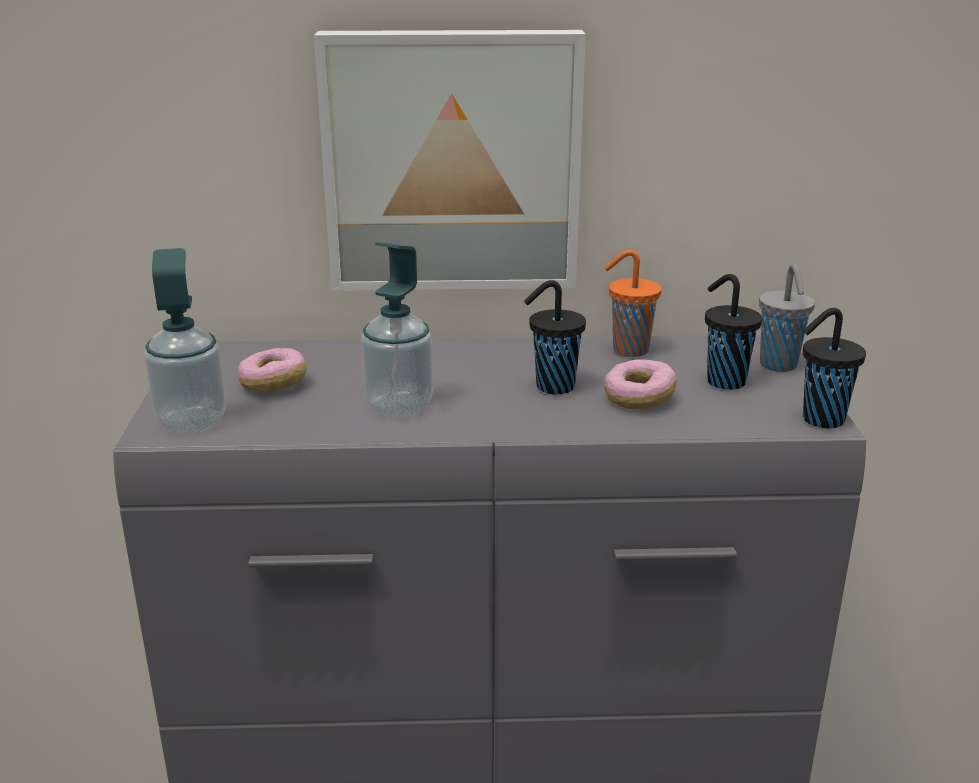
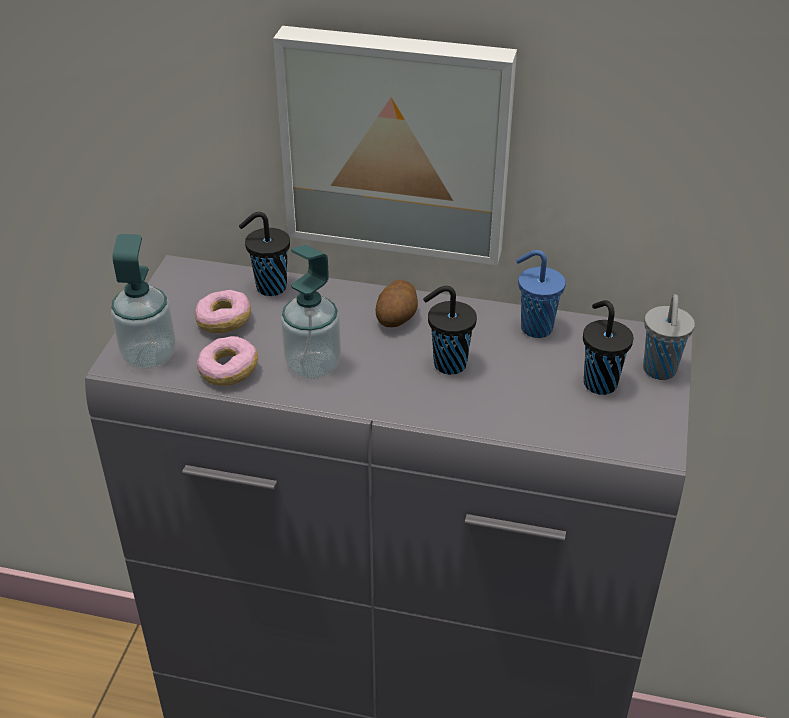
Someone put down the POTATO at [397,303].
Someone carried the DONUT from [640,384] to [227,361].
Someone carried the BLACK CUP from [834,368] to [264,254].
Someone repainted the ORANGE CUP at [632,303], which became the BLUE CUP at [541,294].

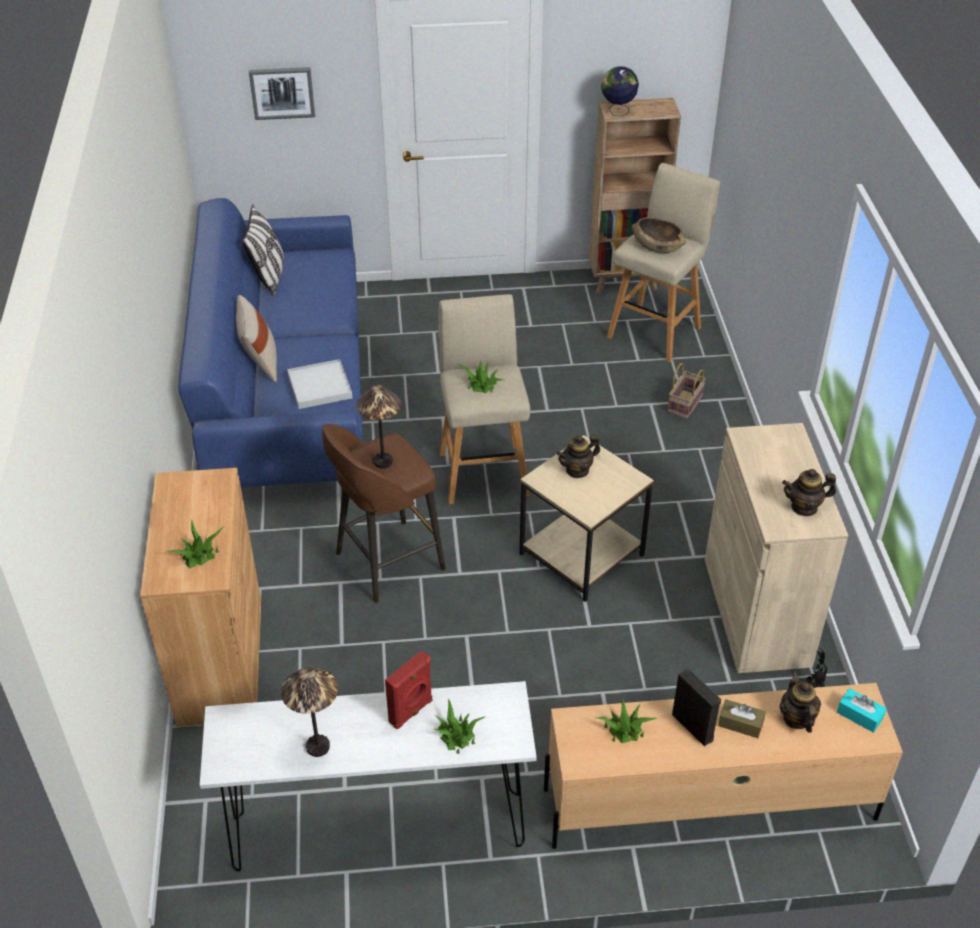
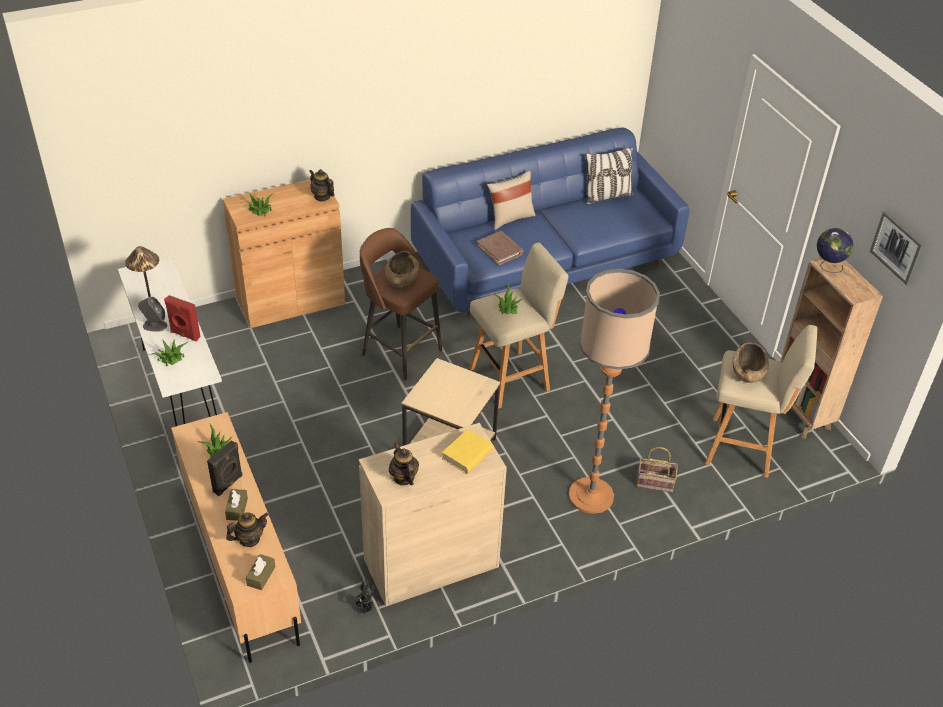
Someone put down the GREY SPEAKER at [152,314].
Someone put down the YELLOW BOOK at [467,451].
Someone put down the FLOOR LAMP at [614,391].
Someone carried the PICTURE from [282,93] to [897,248].
Someone carried the TEAPOT from [578,456] to [322,185].
Someone swapped the WHITE TRAY at [319,384] for the BROWN BOOK at [500,248].
Someone swapped the TABLE LAMP at [379,426] for the BROWN BOWL at [402,269].
Someone repainted the TURQUOISE TISSUE BOX at [862,710], which became the BROWN TISSUE BOX at [260,572].

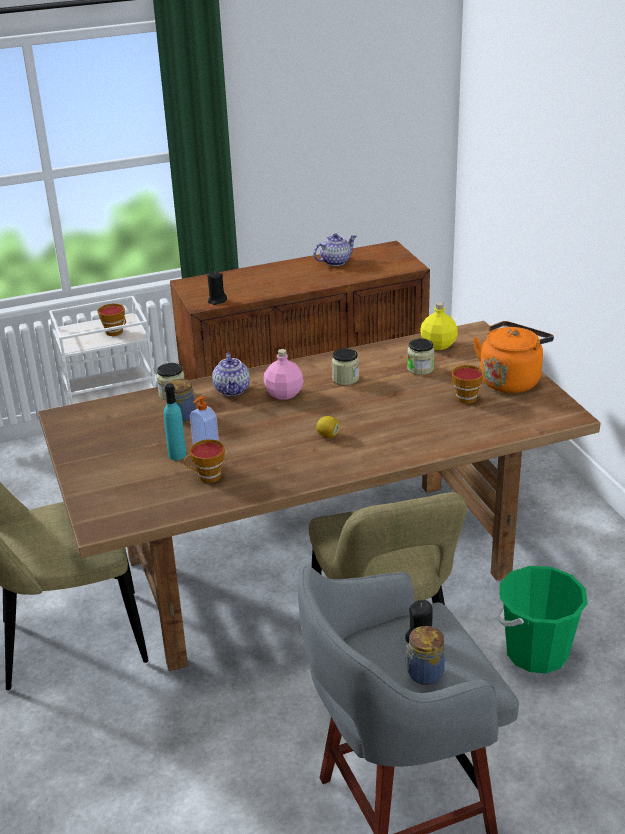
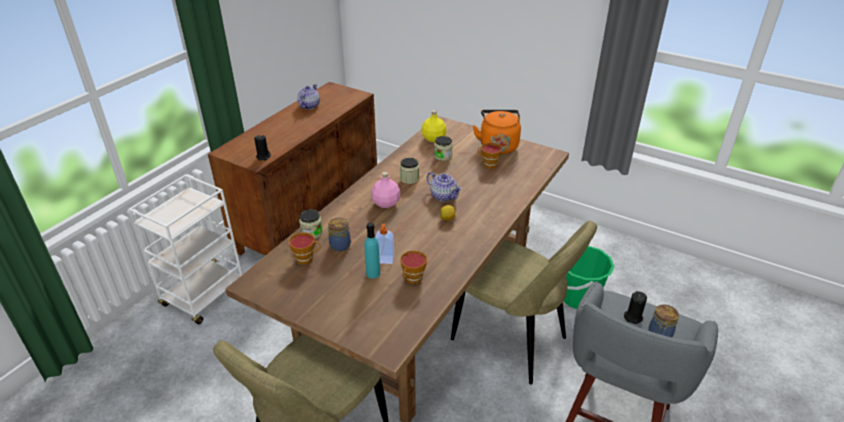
Someone carried the CUP from [111,319] to [304,248].
Someone carried the TEAPOT from [231,374] to [444,187].

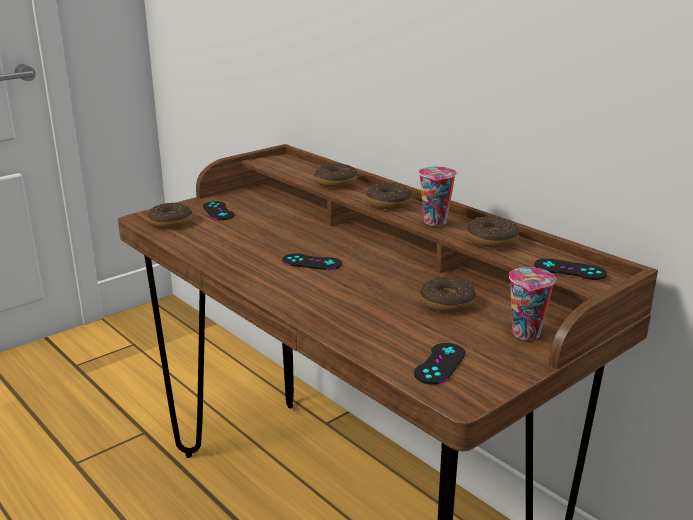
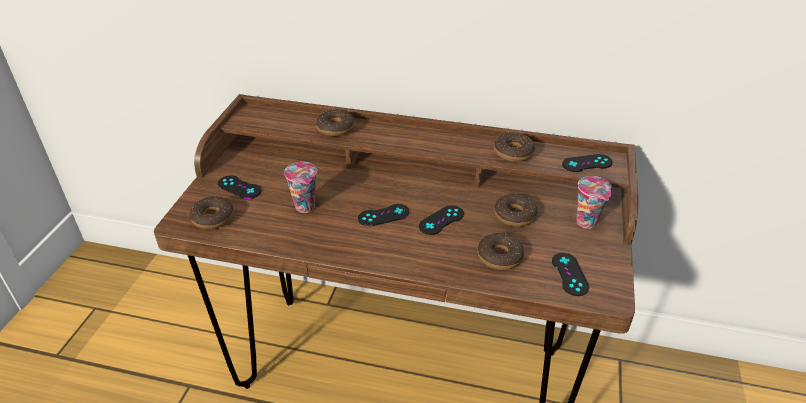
Someone put down the BLACK GAME CONTROLLER at [441,220].
Someone carried the DONUT from [389,196] to [501,251].
Someone carried the CUP from [438,196] to [300,187].

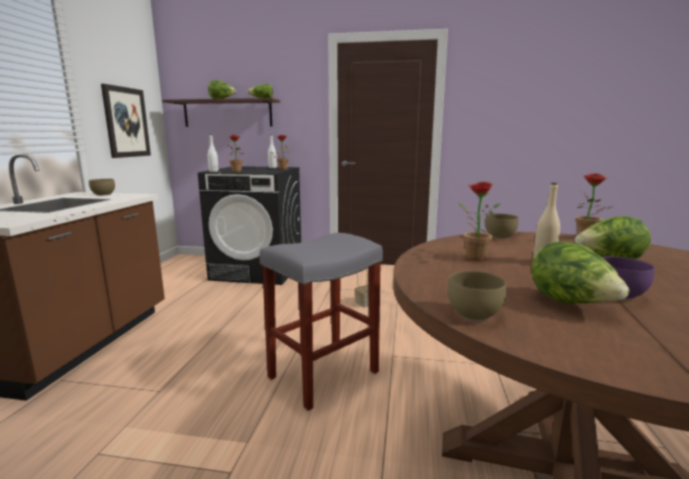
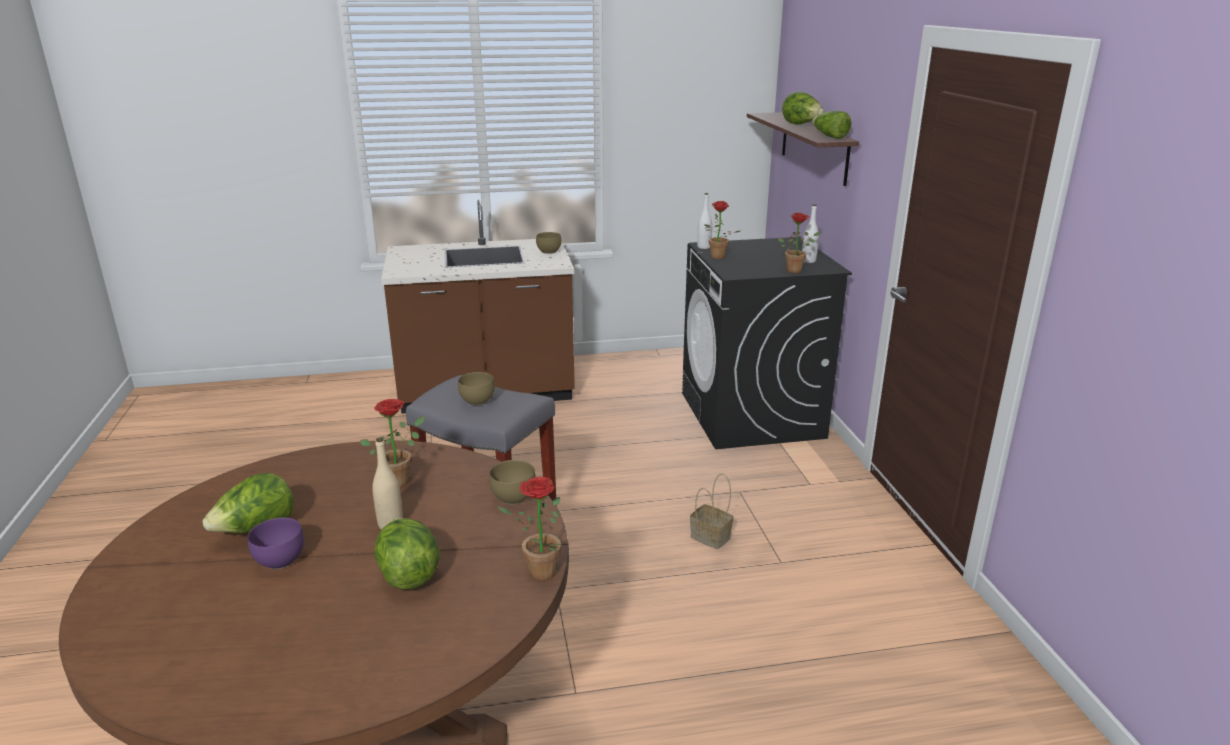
Someone took away the PICTURE at [126,121].
Someone carried the BROWN BOWL from [476,296] to [476,388].

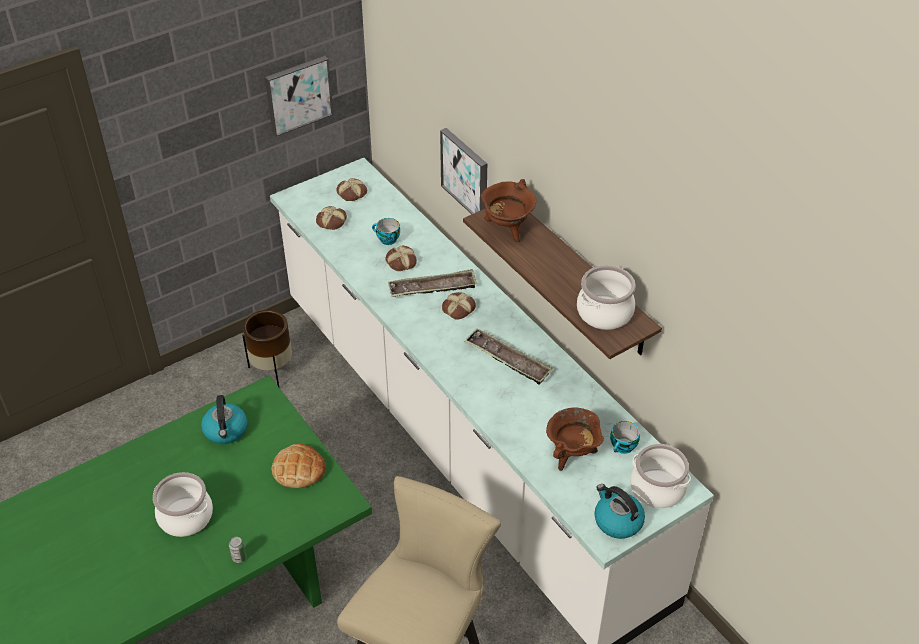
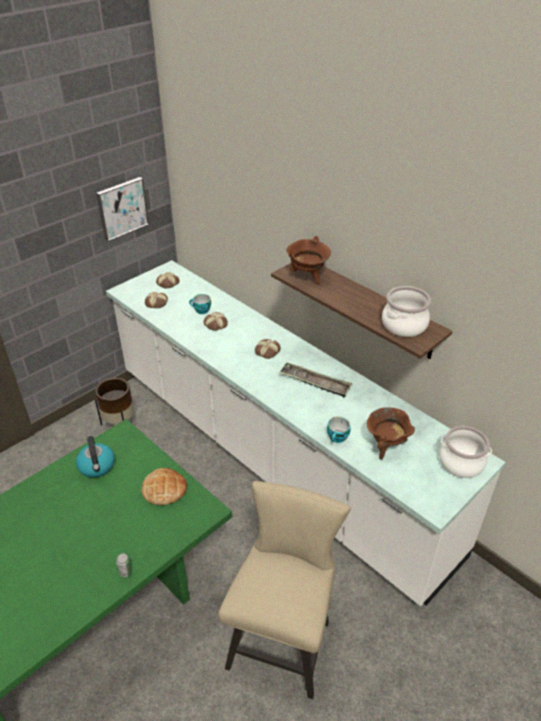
Someone took away the COOKING POT at [183,504].
Someone took away the TRAY at [433,283].
Someone took away the PICTURE at [463,171].
Someone took away the KETTLE at [620,511].
Someone carried the CUP from [625,437] to [338,430].

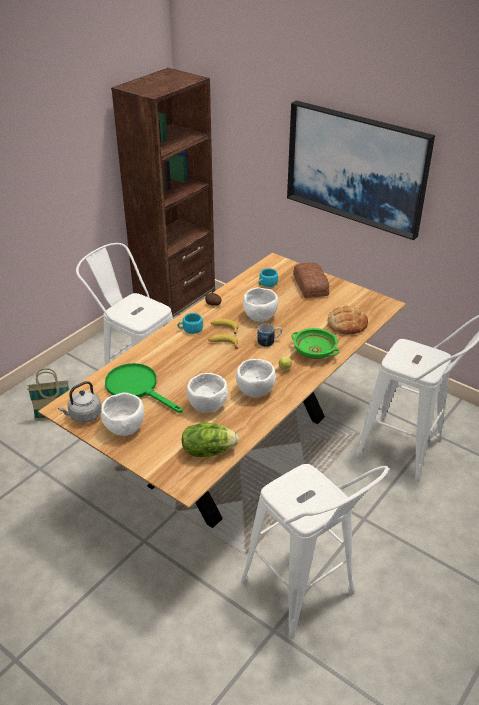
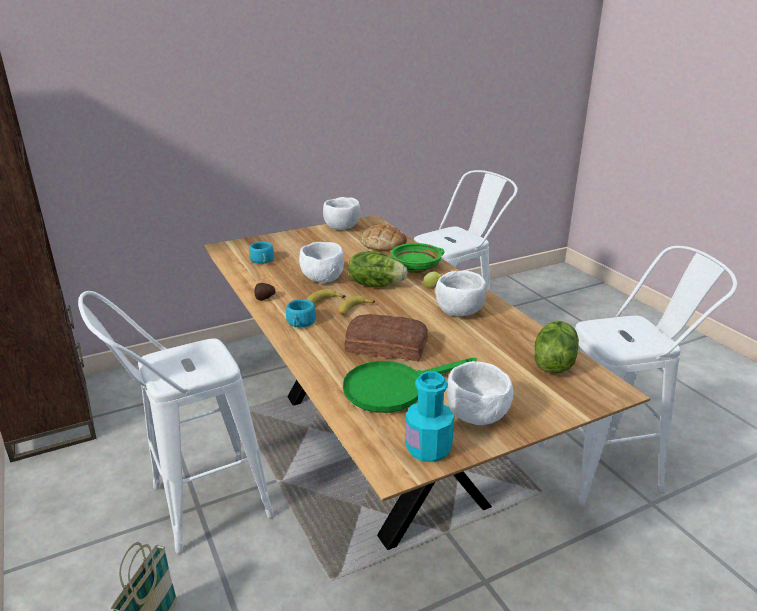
Someone took away the PICTURE at [361,170].
Someone carried the WHITE BOWL from [207,393] to [341,213].
Someone carried the BREAD from [311,280] to [386,337].
Someone swapped the GREY KETTLE at [79,402] for the TURQUOISE BOTTLE at [429,416].
Someone swapped the MUG at [269,335] for the LETTUCE at [378,269].

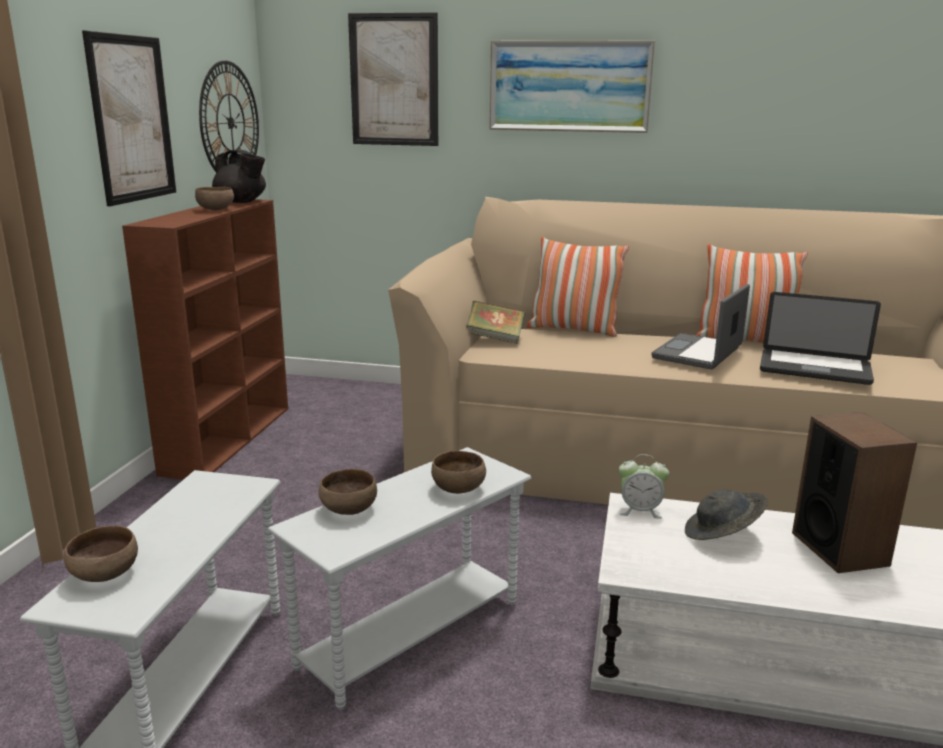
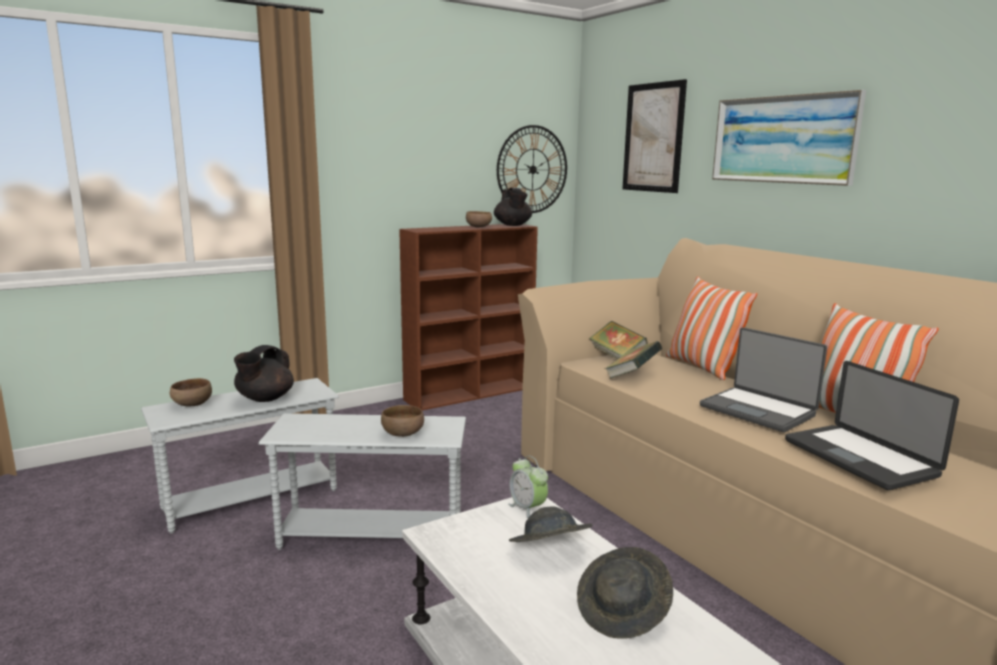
Someone took away the PICTURE at [129,118].
Someone took away the BROWN BOWL at [347,492].
Someone put down the BLACK TEAPOT at [264,373].
Someone put down the BOOK at [633,360].
Someone swapped the SPEAKER at [854,492] for the GREY HAT at [625,593].
Someone rotated the LAPTOP at [700,327] by 120 degrees counterclockwise.

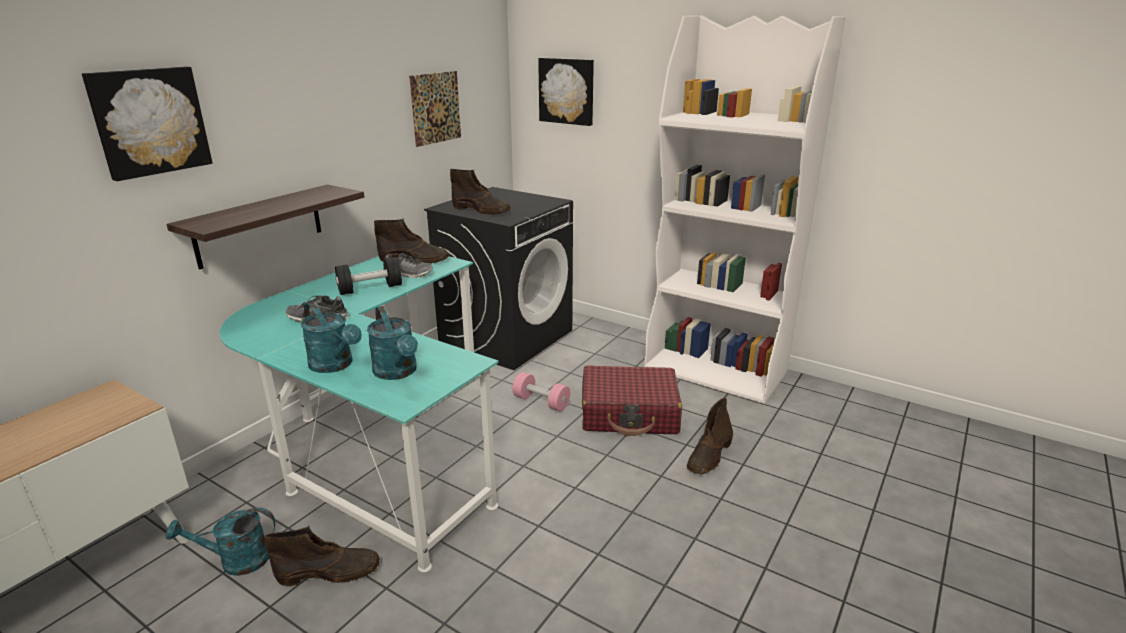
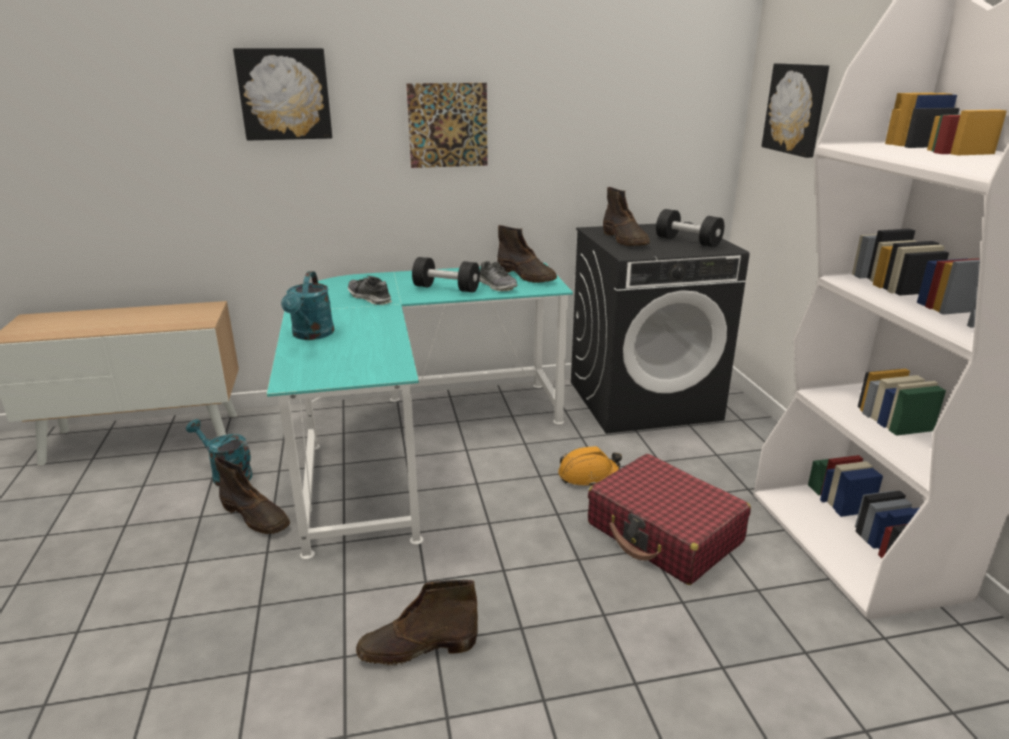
Someone took away the SHELF at [265,227].
Someone took away the TURQUOISE WATERING CAN at [392,343].
Someone put down the BLACK DUMBBELL at [690,228].
Someone carried the PICTURE from [435,109] to [447,125].
Someone carried the BROWN BOOT from [710,435] to [417,623].
Someone swapped the PINK DUMBBELL at [541,391] for the ORANGE HARD HAT at [590,466].

